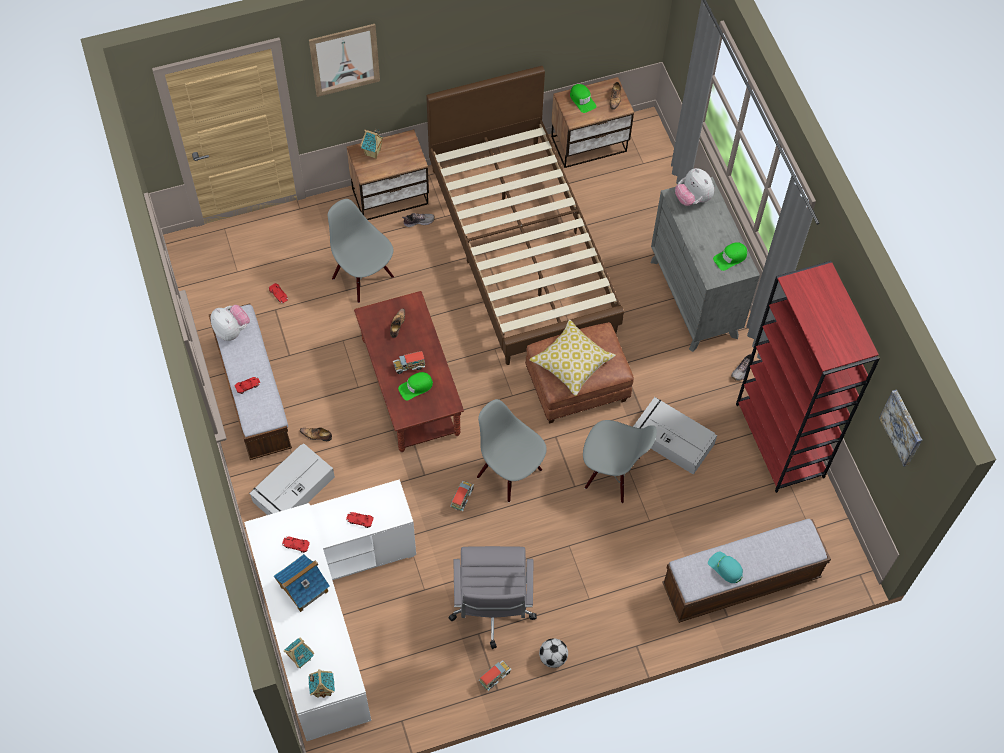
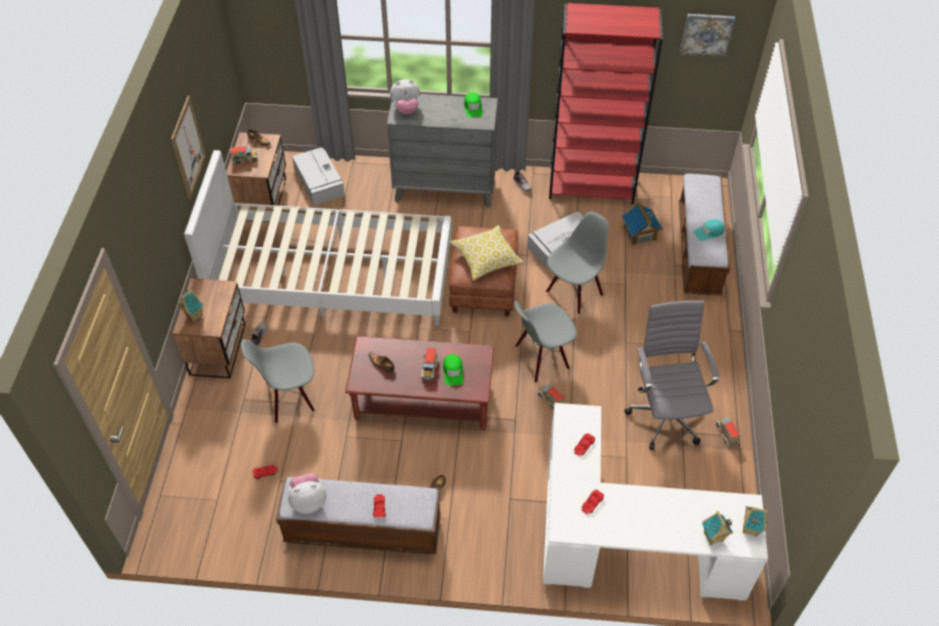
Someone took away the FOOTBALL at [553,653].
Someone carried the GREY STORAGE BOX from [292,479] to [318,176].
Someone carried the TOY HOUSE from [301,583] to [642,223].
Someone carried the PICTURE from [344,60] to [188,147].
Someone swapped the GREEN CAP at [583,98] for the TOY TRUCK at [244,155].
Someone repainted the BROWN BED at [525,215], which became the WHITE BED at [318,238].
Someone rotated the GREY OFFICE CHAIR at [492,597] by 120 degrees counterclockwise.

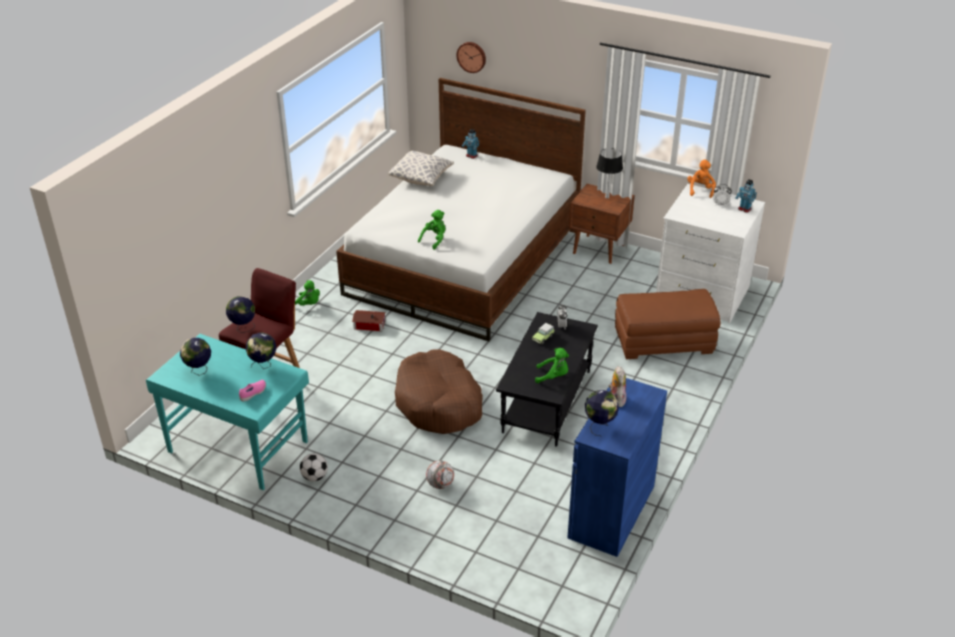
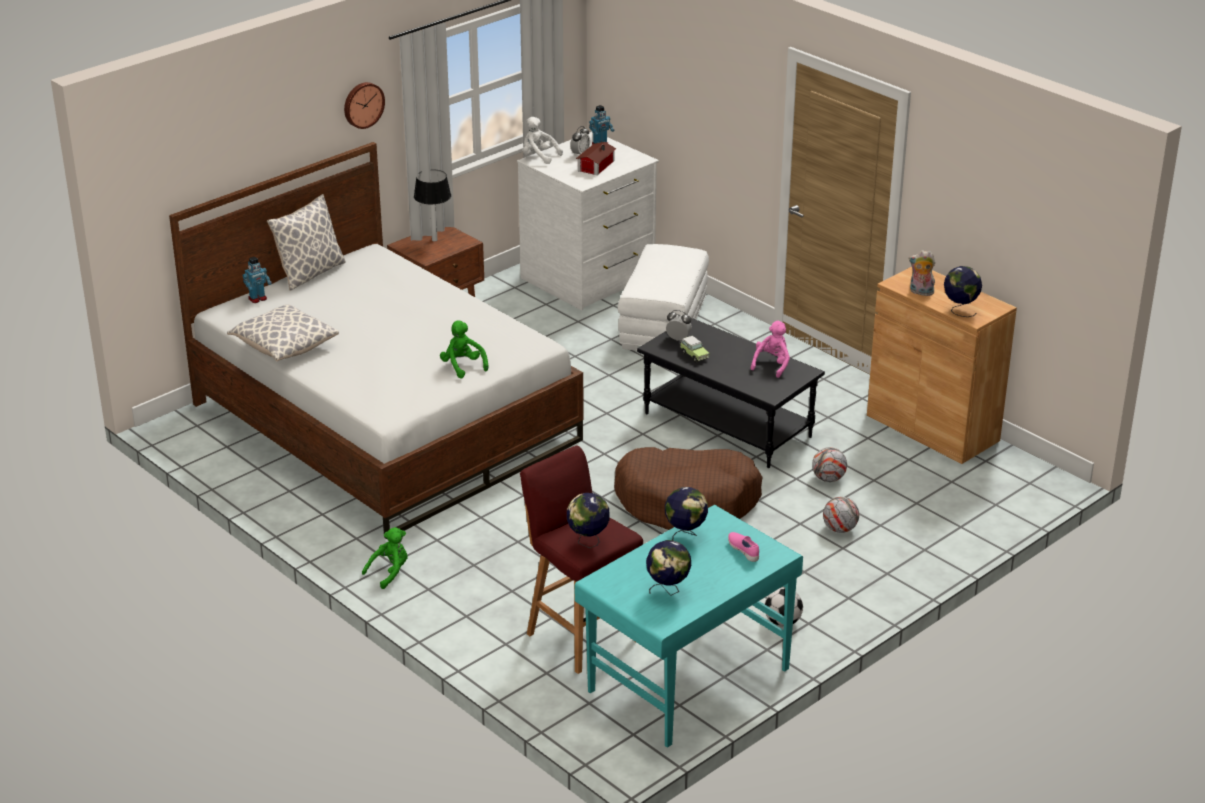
Someone put down the PILLOW at [306,242].
Someone put down the FOOTBALL at [829,464].
Someone carried the TOY HOUSE from [369,320] to [596,158].
Someone carried the WALL CLOCK from [471,57] to [364,105].
Someone repainted the GREEN PLUSH TOY at [552,365], which became the PINK PLUSH TOY at [770,349].
Someone repainted the BLUE CABINET at [617,467], which became the BROWN CABINET at [942,365].
Someone repainted the BROWN OTTOMAN at [668,324], which became the WHITE OTTOMAN at [663,297].
Someone repainted the ORANGE PLUSH TOY at [701,178], which became the WHITE PLUSH TOY at [543,140].

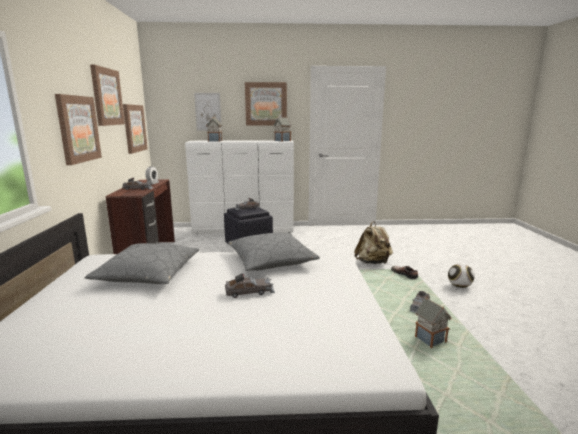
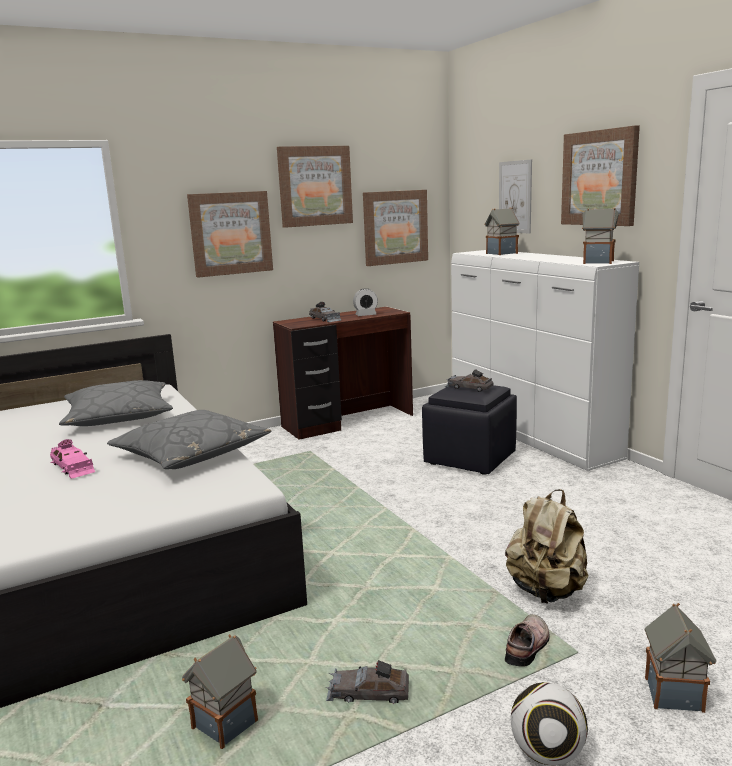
Someone put down the TOY HOUSE at [680,658].
Someone repainted the GREY TOY CAR at [250,286], which became the PINK TOY CAR at [72,459].

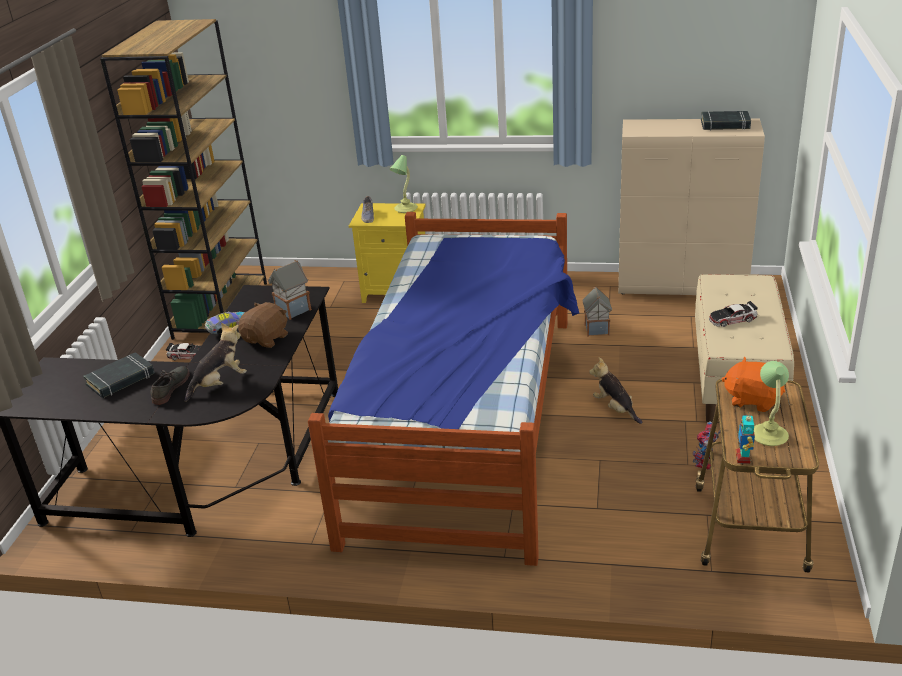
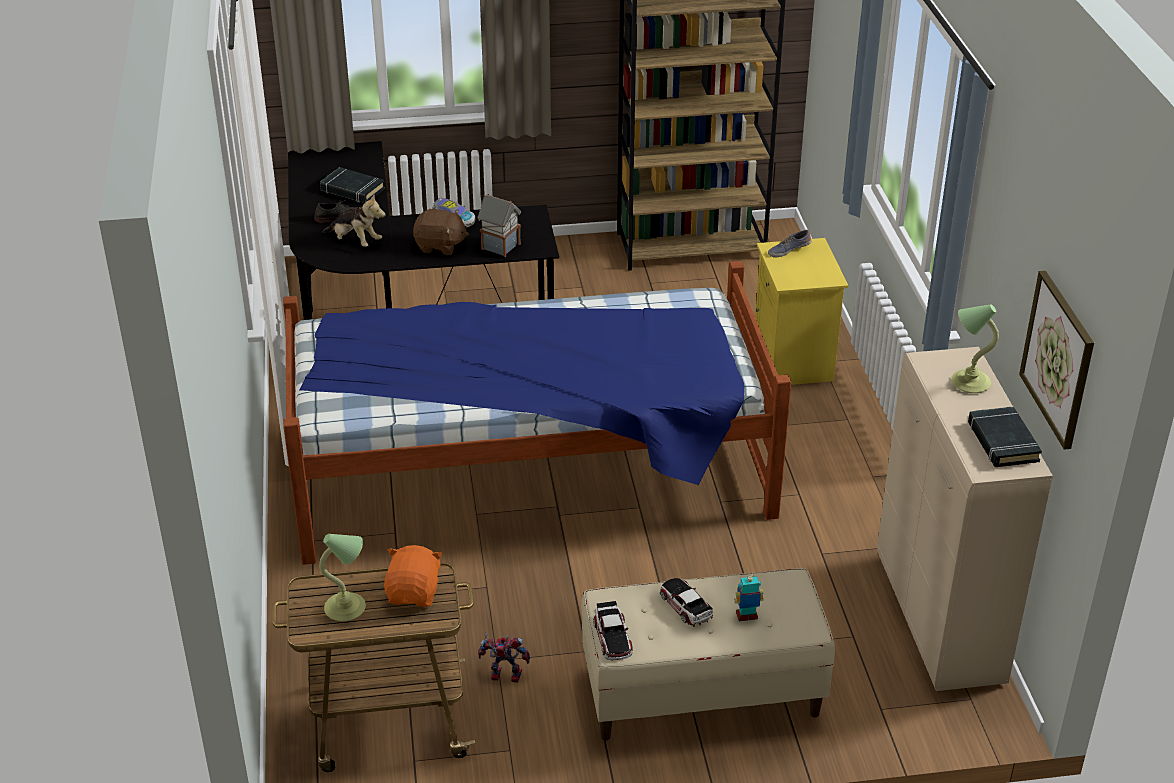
Someone took away the TOY HOUSE at [597,312].
Someone took away the PLUSH TOY at [615,390].
Someone put up the PICTURE at [1056,360].
Someone carried the TOY CAR from [183,351] to [613,630].
Someone carried the TABLE LAMP from [404,184] to [975,348].
Someone carried the TOY ROBOT from [745,438] to [749,597].

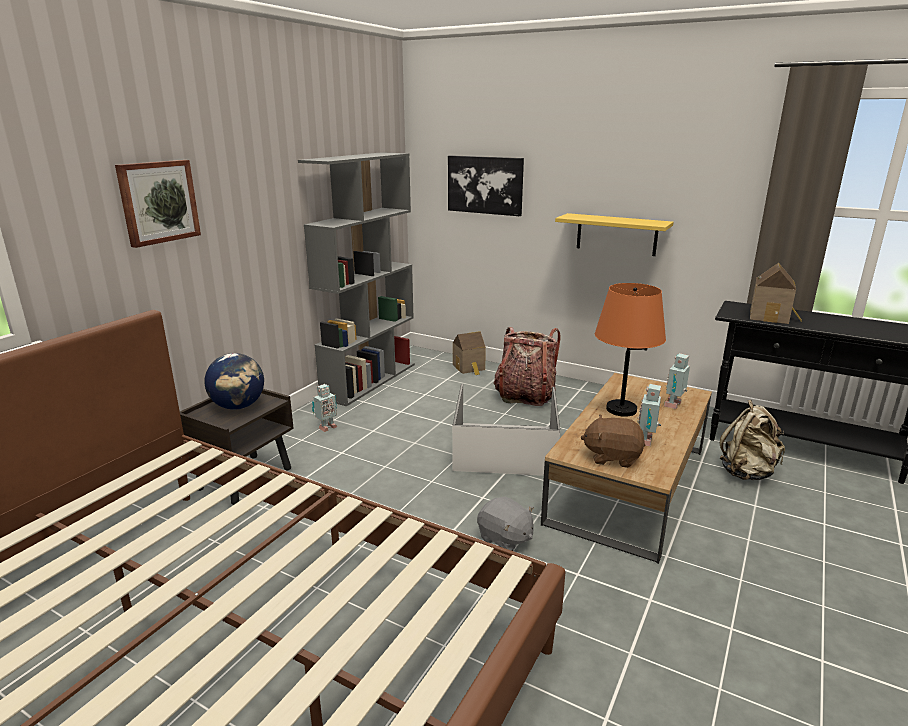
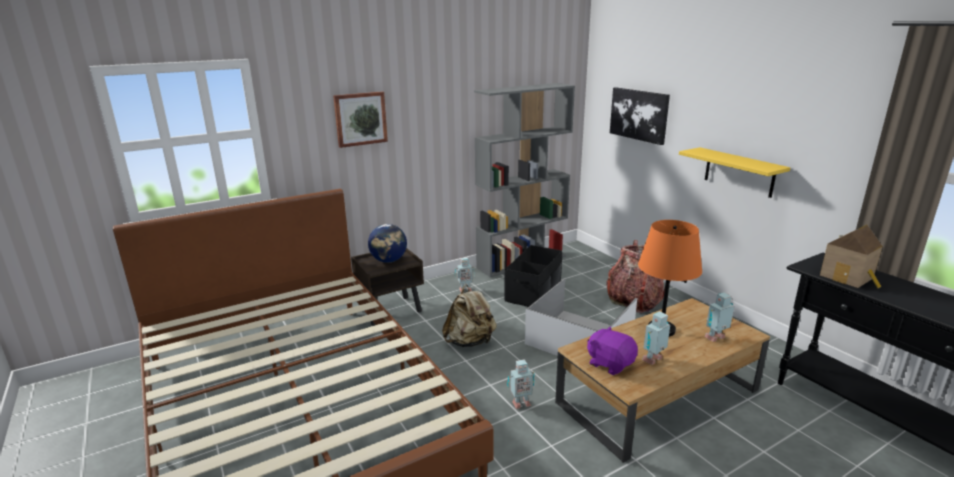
Someone took away the TOY HOUSE at [469,353].
Someone put down the BLACK STORAGE BOX at [533,276].
Someone carried the BEIGE BACKPACK from [752,440] to [469,316].
Someone swapped the GREY PLUSH TOY at [505,524] for the TOY ROBOT at [520,384].
Someone repainted the BROWN PLUSH TOY at [613,441], which became the PURPLE PLUSH TOY at [612,350].

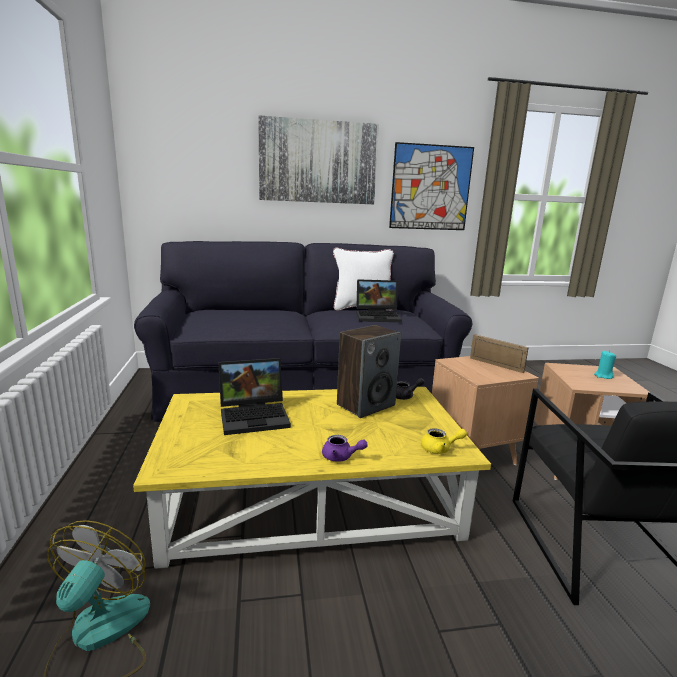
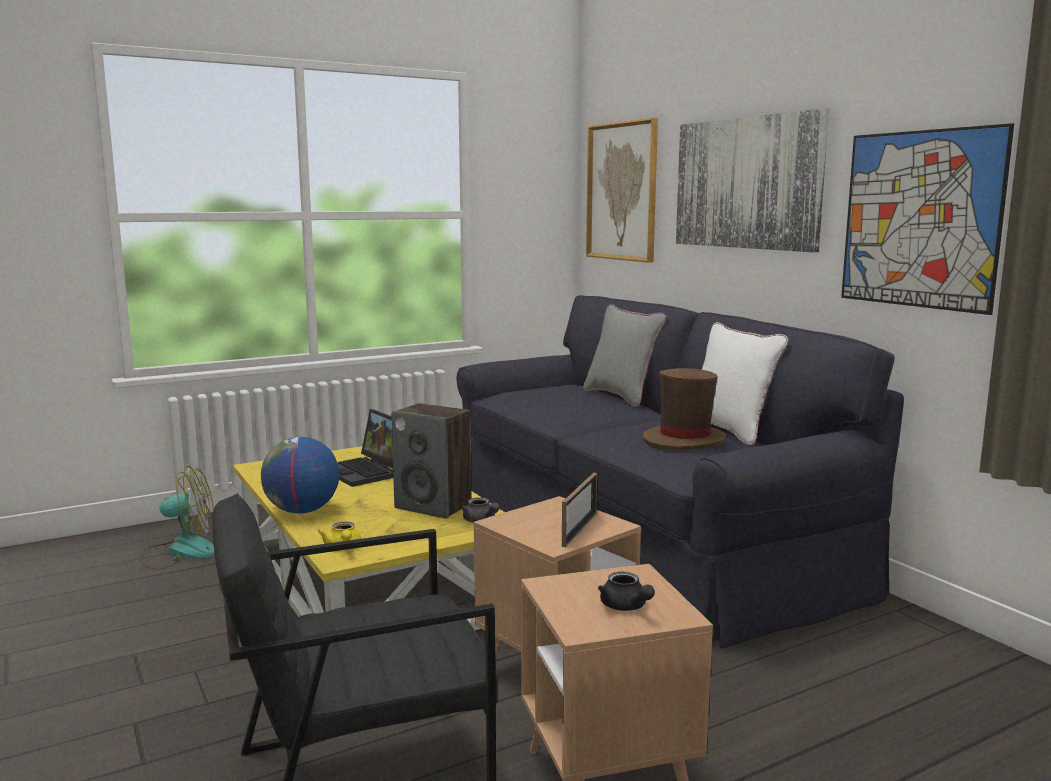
Someone put down the GREY PILLOW at [624,355].
Someone put up the PICTURE at [622,190].
Someone swapped the PURPLE TEAPOT at [345,448] for the GLOBE at [300,475].
Someone swapped the LAPTOP at [379,300] for the BROWN HAT at [684,409].
Someone swapped the TURQUOISE CANDLE at [605,365] for the BLACK TEAPOT at [626,591].

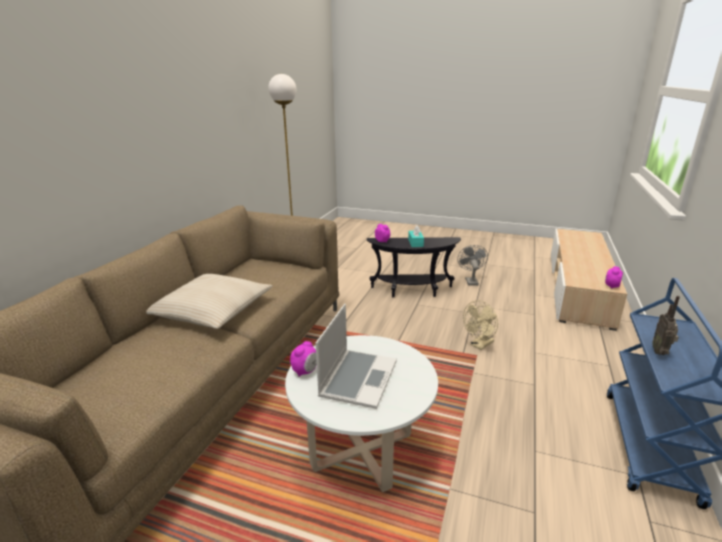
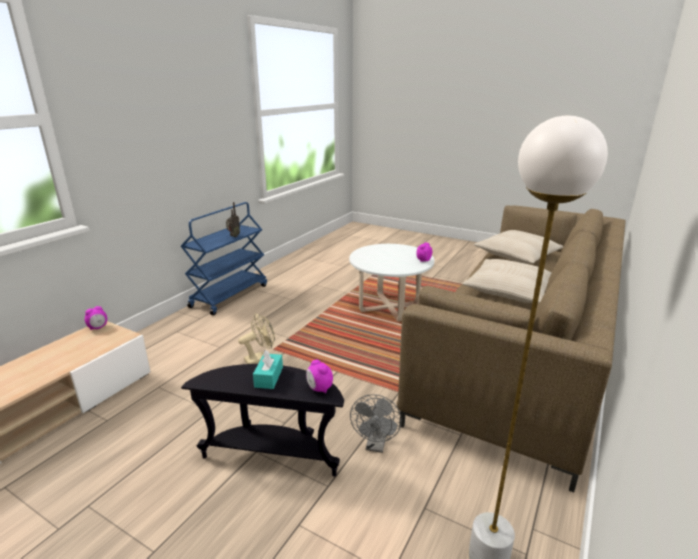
Someone took away the LAPTOP at [356,356].
Someone put down the BEIGE PILLOW at [519,247].
Someone carried the GREY FAN from [472,265] to [376,423].

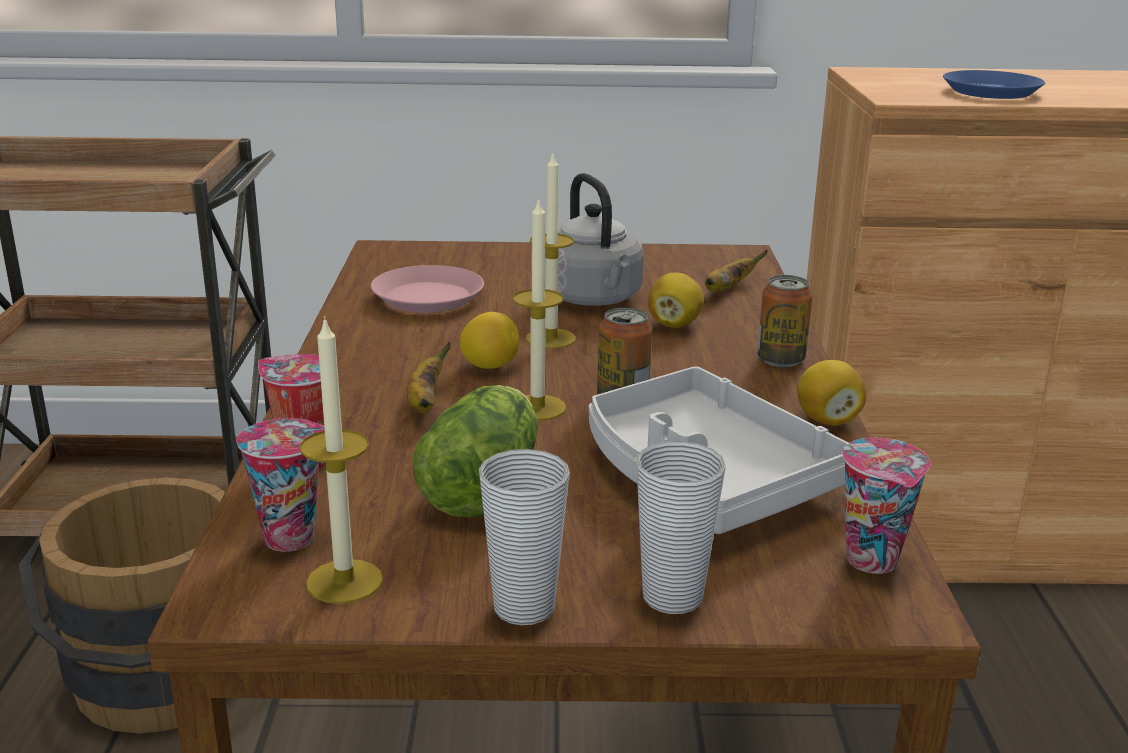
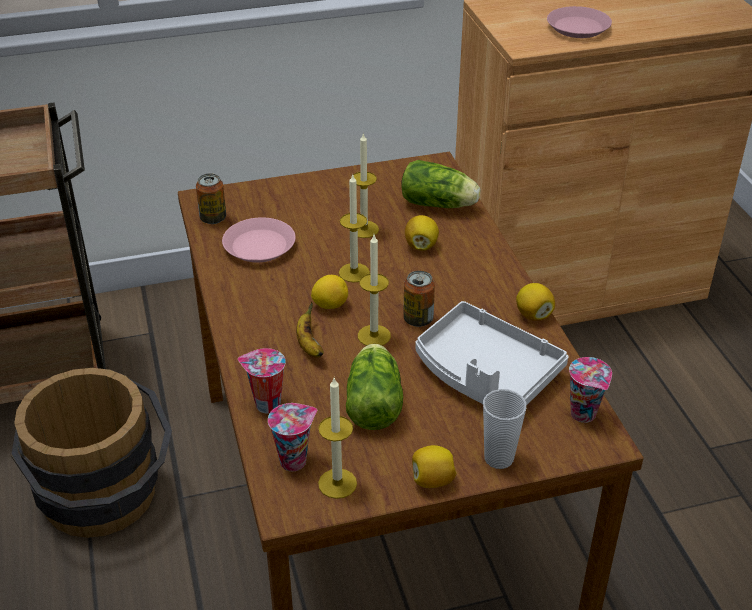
Someone carried the CAN from [784,321] to [211,198].
Someone swapped the CUP at [524,537] for the LEMON at [434,466].
Someone swapped the GREY KETTLE at [601,239] for the CANDLE at [366,185].
Someone swapped the BANANA at [736,271] for the LETTUCE at [440,184].
Someone repainted the BLUE PLATE at [994,84], which became the PINK PLATE at [579,22].

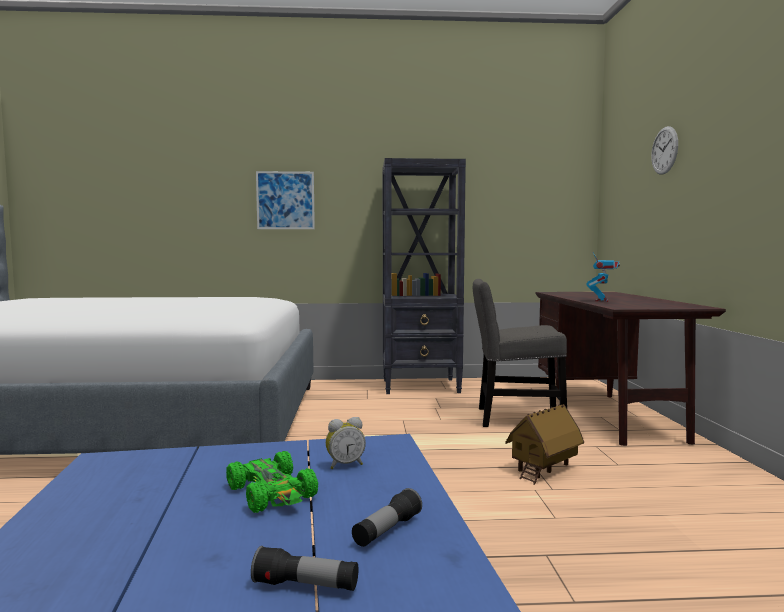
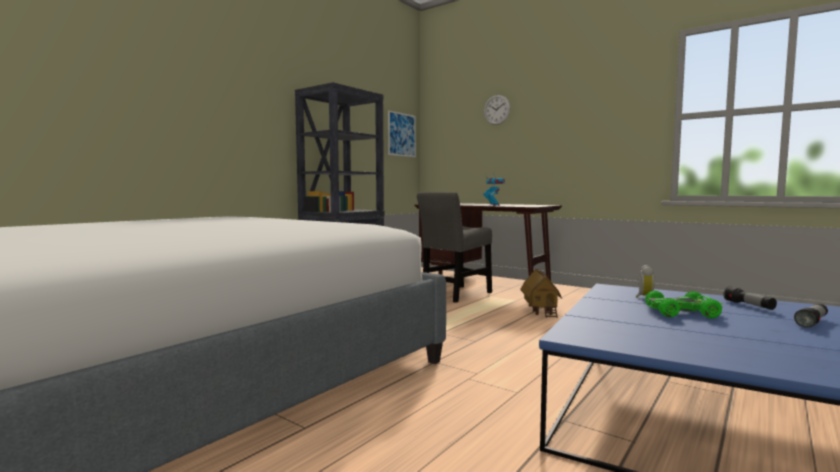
Someone carried the PICTURE from [285,200] to [402,133].

